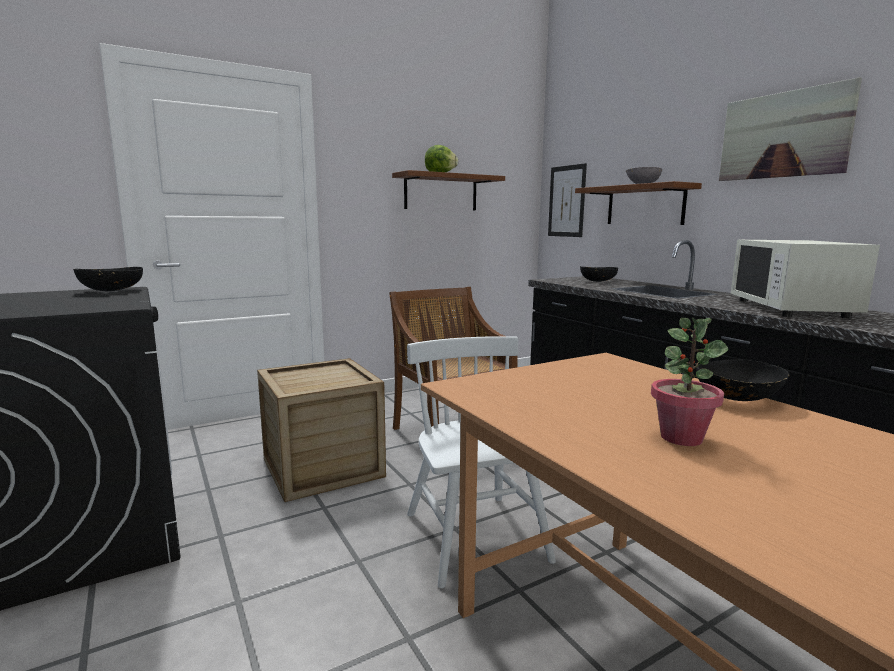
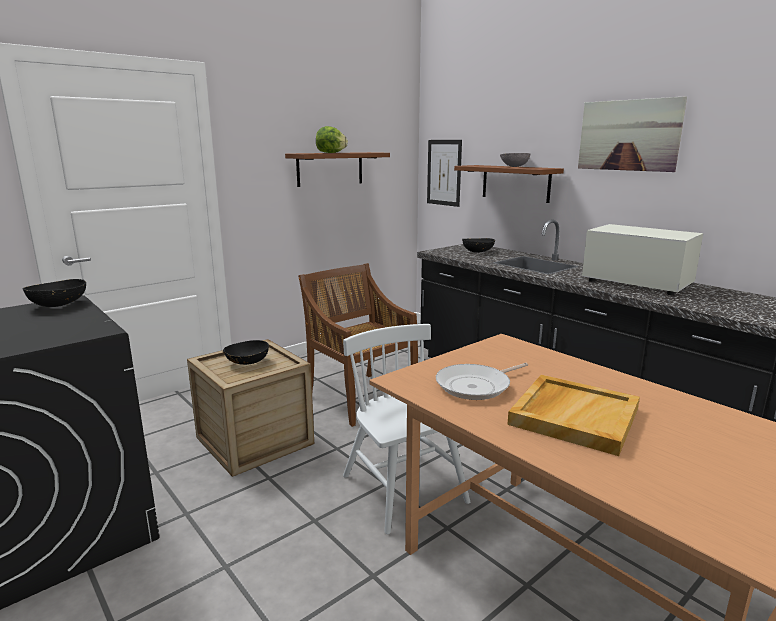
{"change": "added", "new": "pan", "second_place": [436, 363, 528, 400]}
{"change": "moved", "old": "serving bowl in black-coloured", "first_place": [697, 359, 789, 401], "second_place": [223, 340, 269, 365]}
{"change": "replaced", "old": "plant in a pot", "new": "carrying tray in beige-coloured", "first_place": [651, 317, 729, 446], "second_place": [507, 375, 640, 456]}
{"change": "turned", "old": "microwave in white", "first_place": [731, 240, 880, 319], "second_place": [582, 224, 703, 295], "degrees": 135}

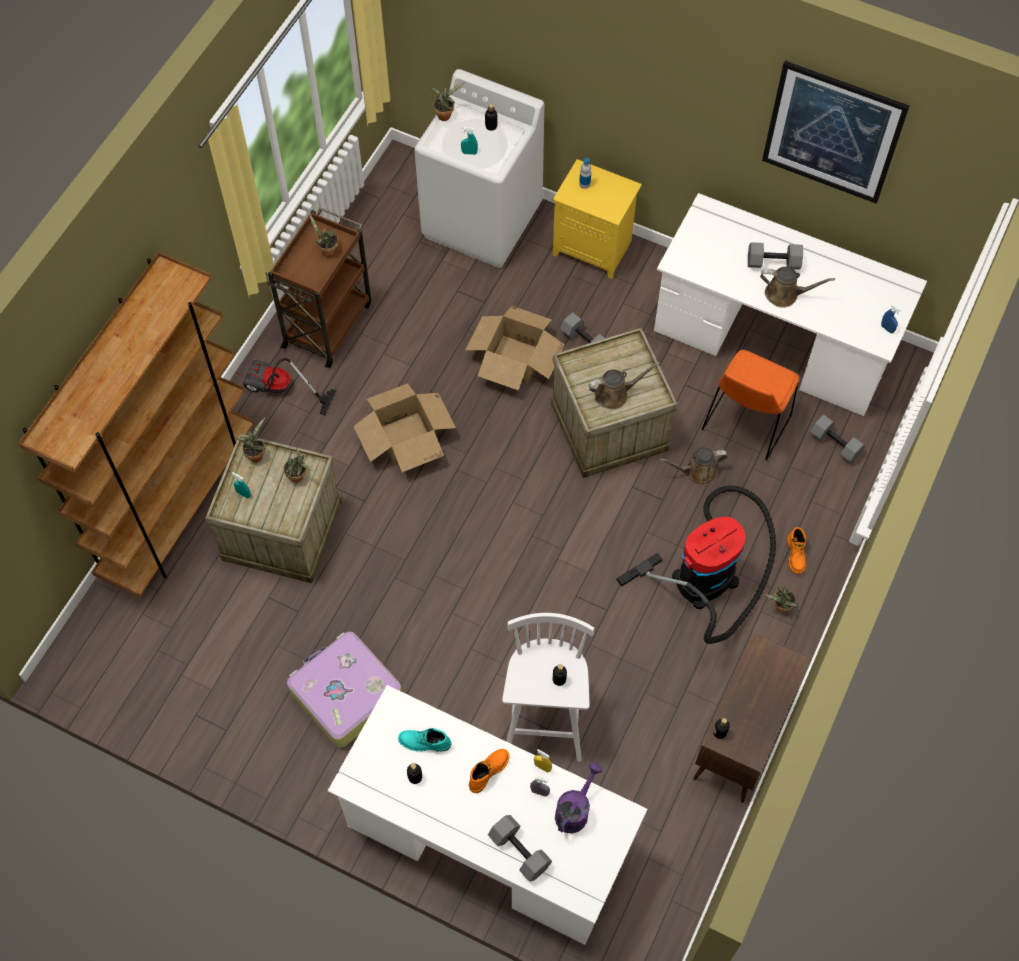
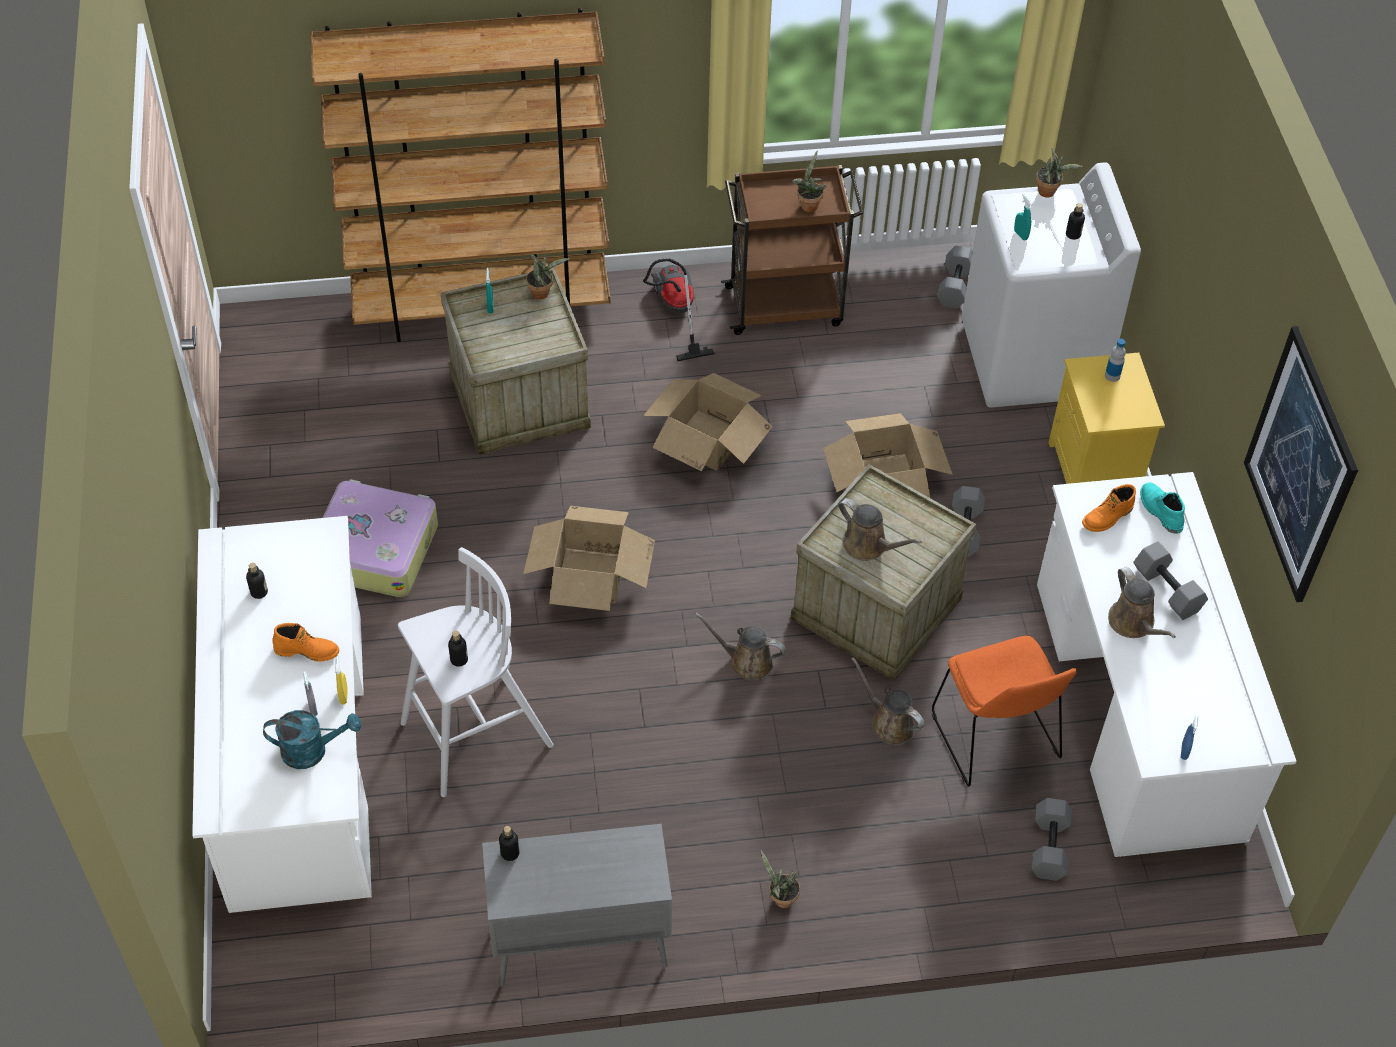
{"change": "removed", "old": "plant in a pot", "first_place": [284, 446, 313, 483]}
{"change": "removed", "old": "vacuum cleaner", "first_place": [617, 486, 776, 644]}
{"change": "added", "new": "cardboard box", "second_place": [523, 506, 655, 611]}
{"change": "added", "new": "sprinkling can in brown", "second_place": [695, 613, 786, 681]}
{"change": "moved", "old": "tall boot in blue-green", "first_place": [398, 728, 451, 751], "second_place": [1140, 482, 1185, 534]}
{"change": "moved", "old": "dumbbell in grey", "first_place": [488, 815, 552, 882], "second_place": [937, 246, 973, 308]}
{"change": "moved", "old": "tall boot in orange", "first_place": [787, 527, 806, 574], "second_place": [1082, 484, 1136, 532]}
{"change": "recoloured", "old": "sprinkling can in purple", "new": "sprinkling can in blue-green", "first_place": [555, 763, 603, 833], "second_place": [263, 710, 361, 769]}
{"change": "recoloured", "old": "storage cabinet in brown", "new": "storage cabinet in grey", "first_place": [693, 633, 810, 803], "second_place": [482, 824, 672, 986]}
{"change": "turned", "old": "plain chair in orange", "first_place": [702, 350, 799, 461], "second_place": [932, 636, 1077, 786], "degrees": -105}

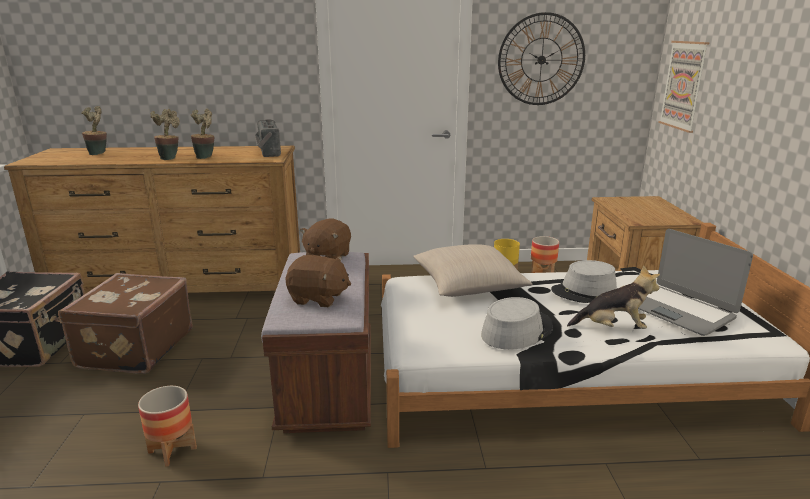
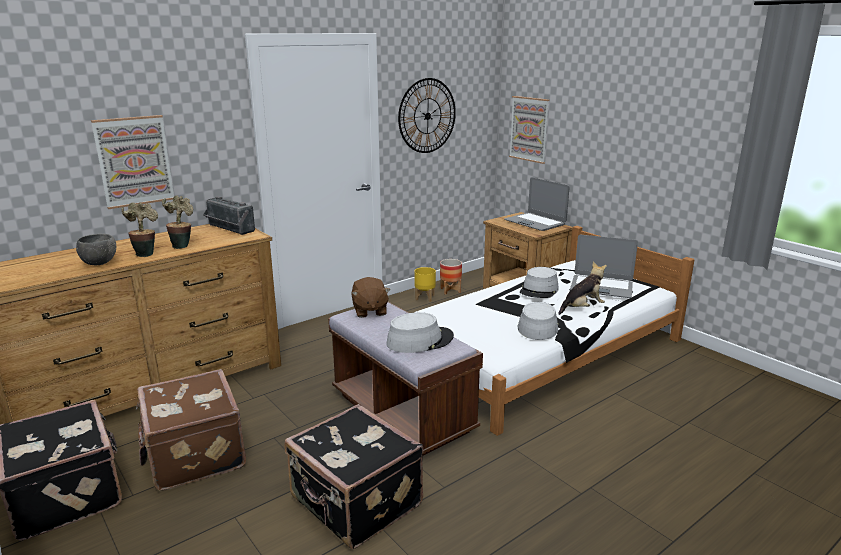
{"change": "removed", "old": "plant in a pot", "first_place": [81, 106, 107, 155]}
{"change": "removed", "old": "cushion in beige-coloured", "first_place": [413, 244, 533, 297]}
{"change": "added", "new": "serving bowl in grey", "second_place": [76, 234, 116, 265]}
{"change": "added", "new": "wall picture", "second_place": [91, 115, 174, 209]}
{"change": "added", "new": "notebook computer", "second_place": [504, 177, 570, 231]}
{"change": "replaced", "old": "flower pot", "new": "travel case in black-coloured", "first_place": [138, 386, 197, 467], "second_place": [284, 404, 423, 549]}
{"change": "replaced", "old": "cuddly toy in brown", "new": "hat in grey", "first_place": [285, 255, 351, 307], "second_place": [386, 312, 454, 353]}

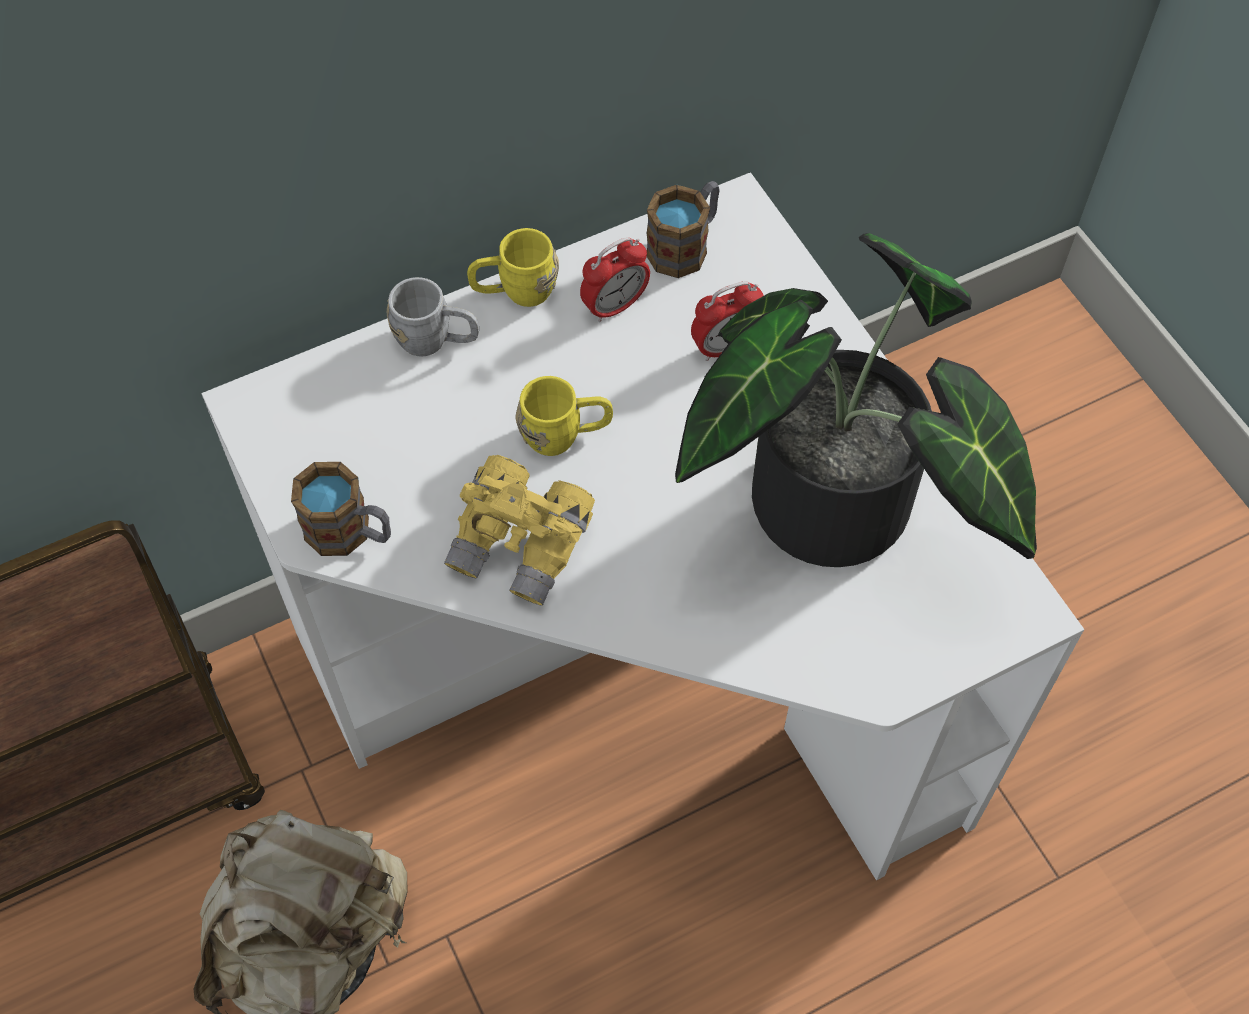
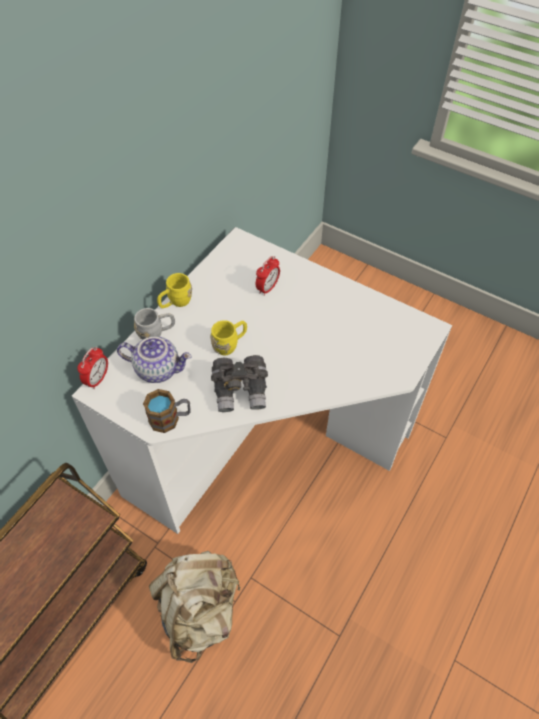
{"change": "removed", "old": "tea mug", "first_place": [647, 181, 720, 278]}
{"change": "removed", "old": "plant in a pot", "first_place": [675, 233, 1037, 567]}
{"change": "added", "new": "tea pot", "second_place": [117, 336, 192, 383]}
{"change": "moved", "old": "table clock", "first_place": [580, 237, 650, 322], "second_place": [77, 347, 108, 389]}
{"change": "recoloured", "old": "field glasses in yellow-coloured", "new": "field glasses in grey", "first_place": [444, 455, 595, 606], "second_place": [211, 355, 268, 412]}

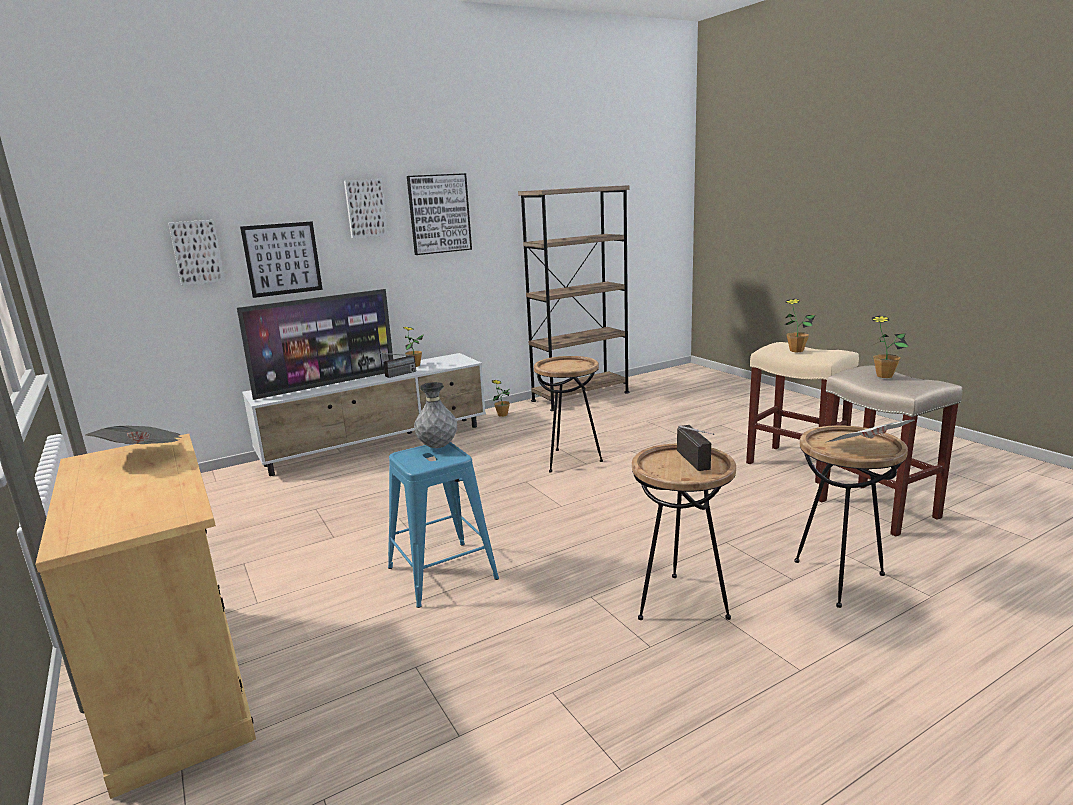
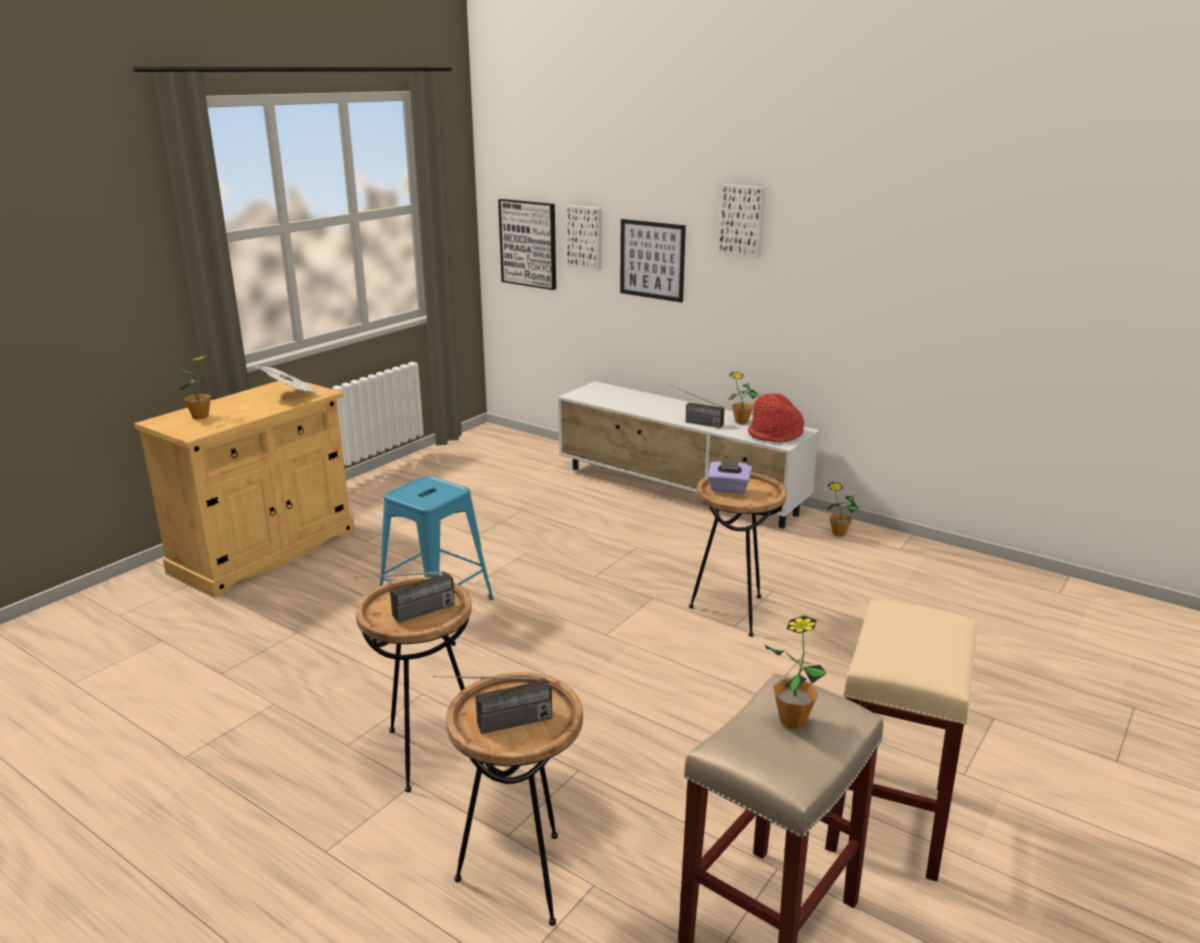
{"change": "removed", "old": "TV", "first_place": [237, 289, 393, 400]}
{"change": "removed", "old": "flower vase in grey", "first_place": [414, 382, 457, 448]}
{"change": "removed", "old": "bookcase in brown", "first_place": [518, 185, 630, 411]}
{"change": "added", "new": "tissue box in purple", "second_place": [707, 460, 752, 493]}
{"change": "added", "new": "hat in red-coloured", "second_place": [748, 393, 804, 442]}
{"change": "moved", "old": "wall picture", "first_place": [407, 173, 472, 255], "second_place": [498, 199, 556, 290]}
{"change": "moved", "old": "plant in a pot", "first_place": [785, 299, 815, 352], "second_place": [179, 355, 211, 419]}
{"change": "replaced", "old": "printed paper", "new": "radio", "first_place": [828, 420, 915, 442], "second_place": [433, 676, 552, 734]}

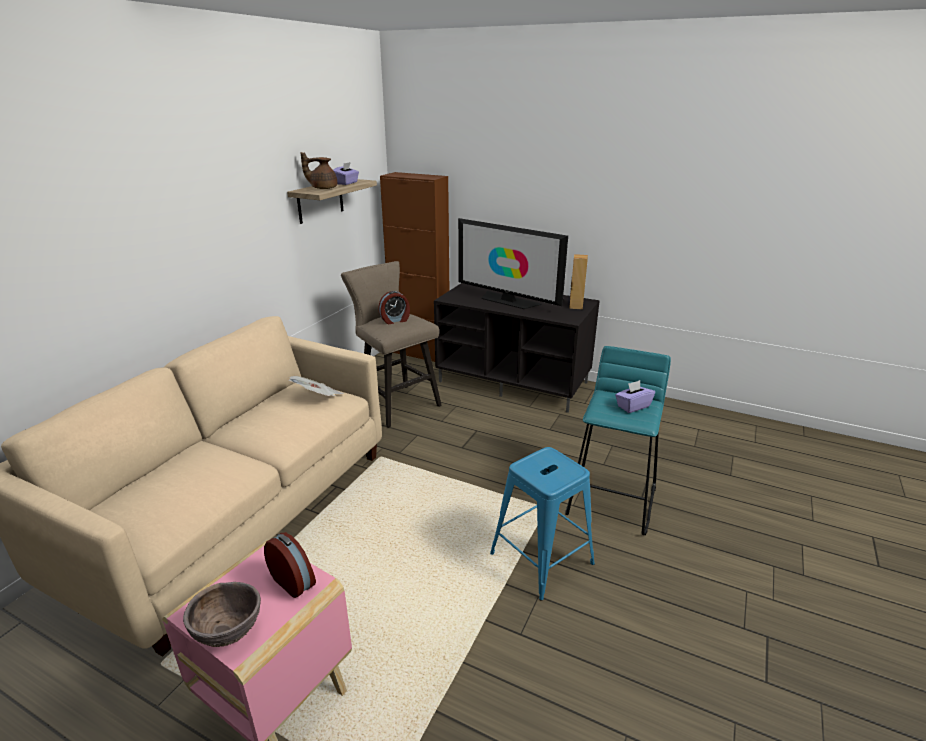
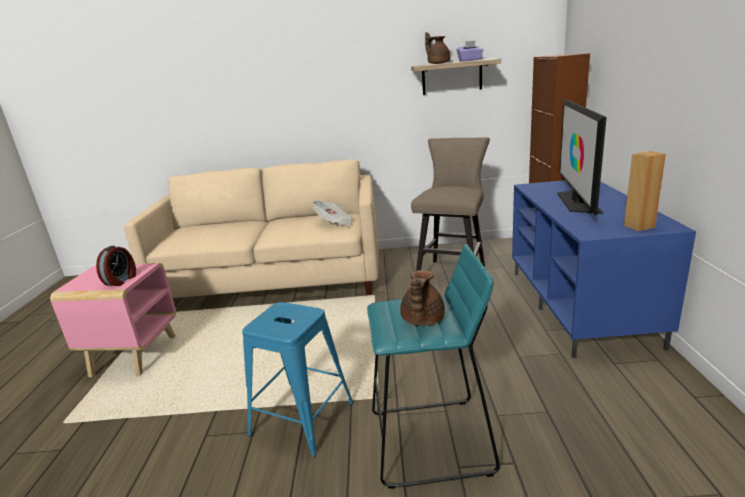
{"change": "removed", "old": "serving bowl in brown", "first_place": [183, 582, 261, 647]}
{"change": "removed", "old": "table clock", "first_place": [378, 291, 410, 324]}
{"change": "replaced", "old": "tissue box in purple", "new": "tea pot in brown", "first_place": [615, 380, 655, 413], "second_place": [400, 270, 445, 326]}
{"change": "recoloured", "old": "tv stand in black-coloured", "new": "tv stand in blue", "first_place": [434, 283, 600, 413], "second_place": [512, 180, 696, 358]}

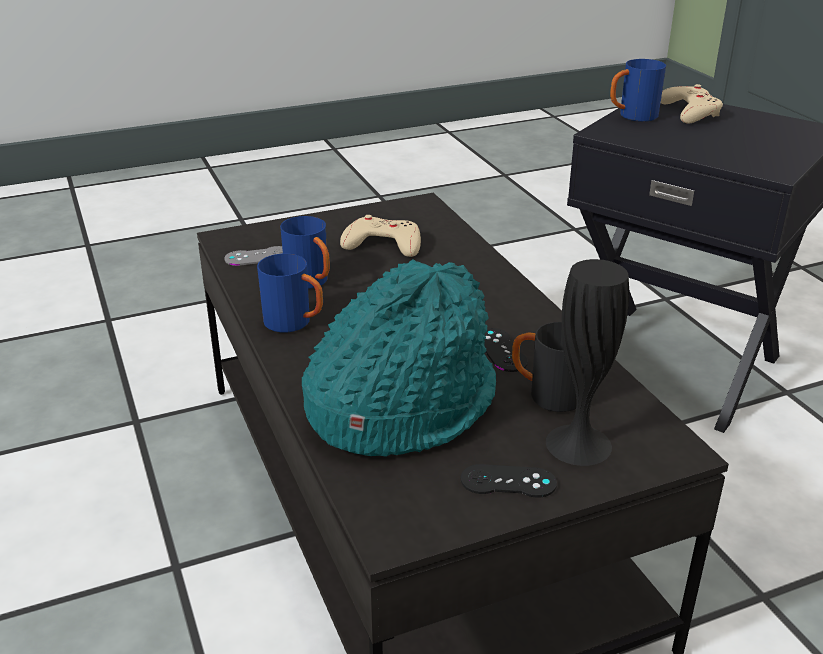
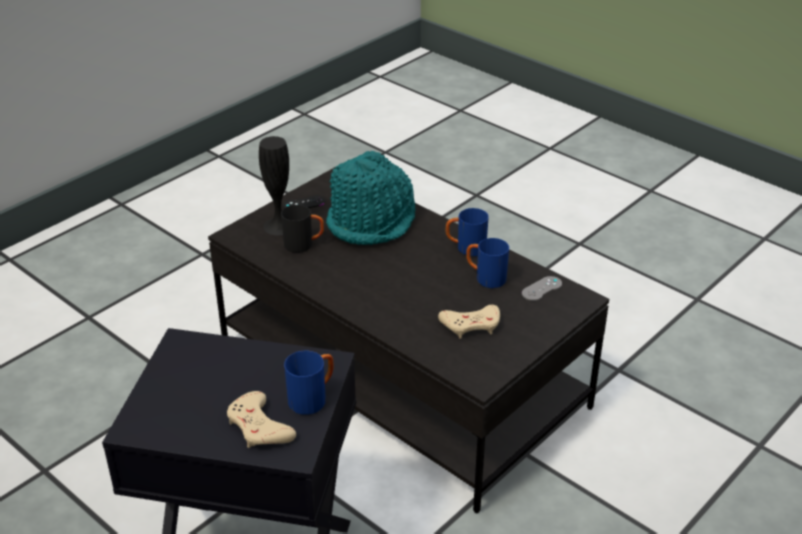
{"change": "removed", "old": "game controller in black-coloured", "first_place": [485, 328, 528, 372]}

